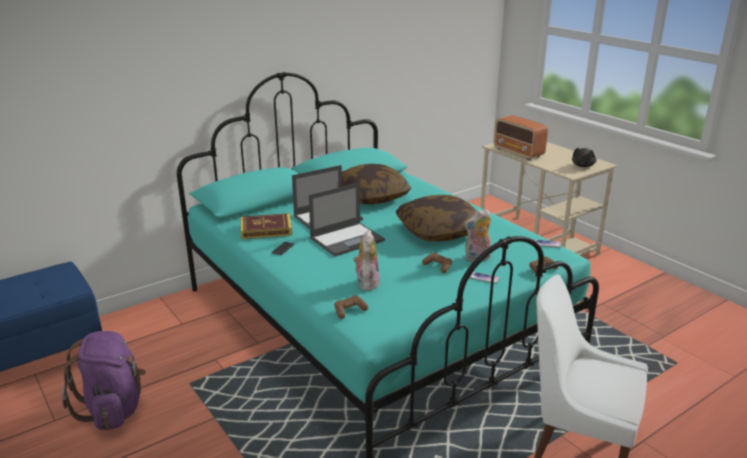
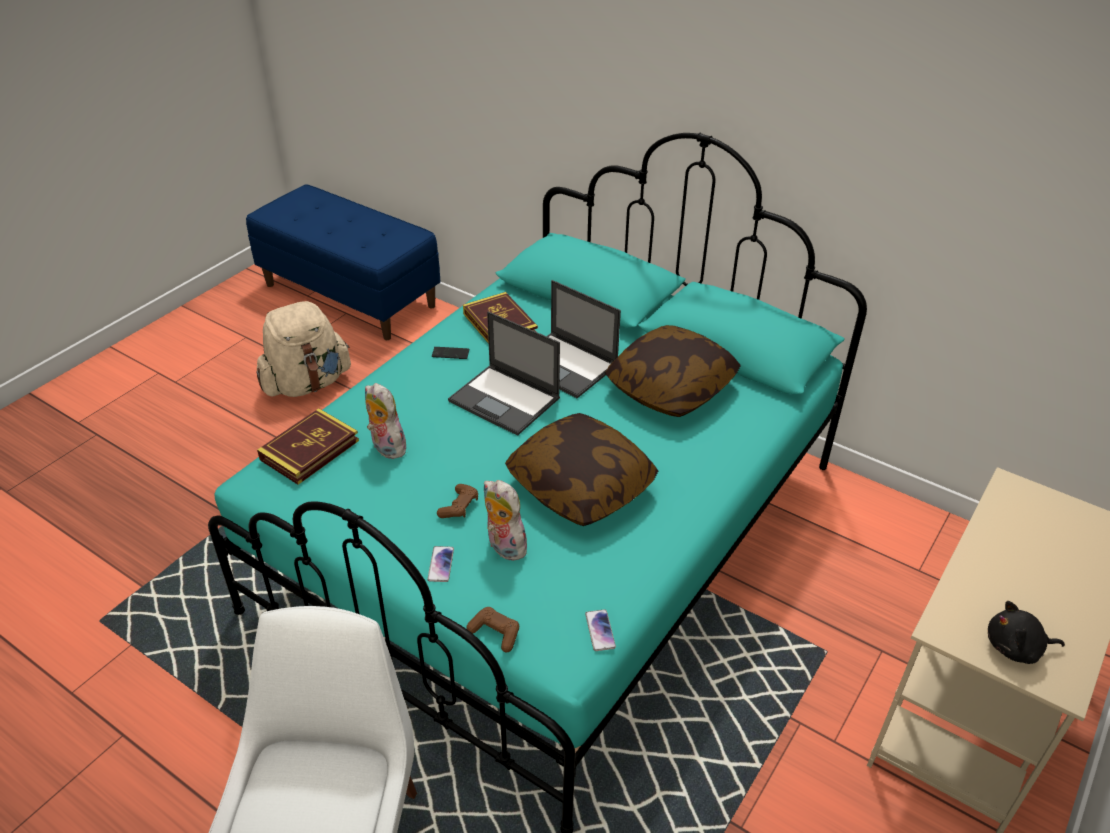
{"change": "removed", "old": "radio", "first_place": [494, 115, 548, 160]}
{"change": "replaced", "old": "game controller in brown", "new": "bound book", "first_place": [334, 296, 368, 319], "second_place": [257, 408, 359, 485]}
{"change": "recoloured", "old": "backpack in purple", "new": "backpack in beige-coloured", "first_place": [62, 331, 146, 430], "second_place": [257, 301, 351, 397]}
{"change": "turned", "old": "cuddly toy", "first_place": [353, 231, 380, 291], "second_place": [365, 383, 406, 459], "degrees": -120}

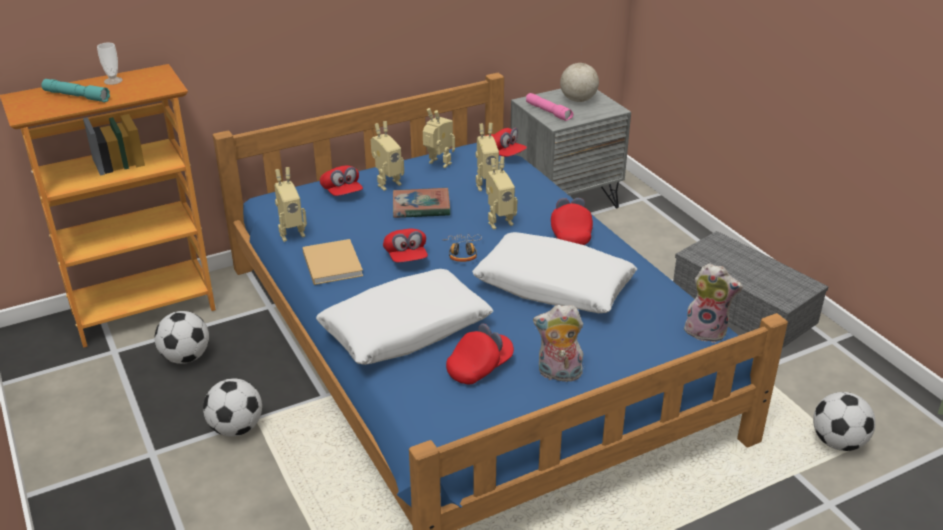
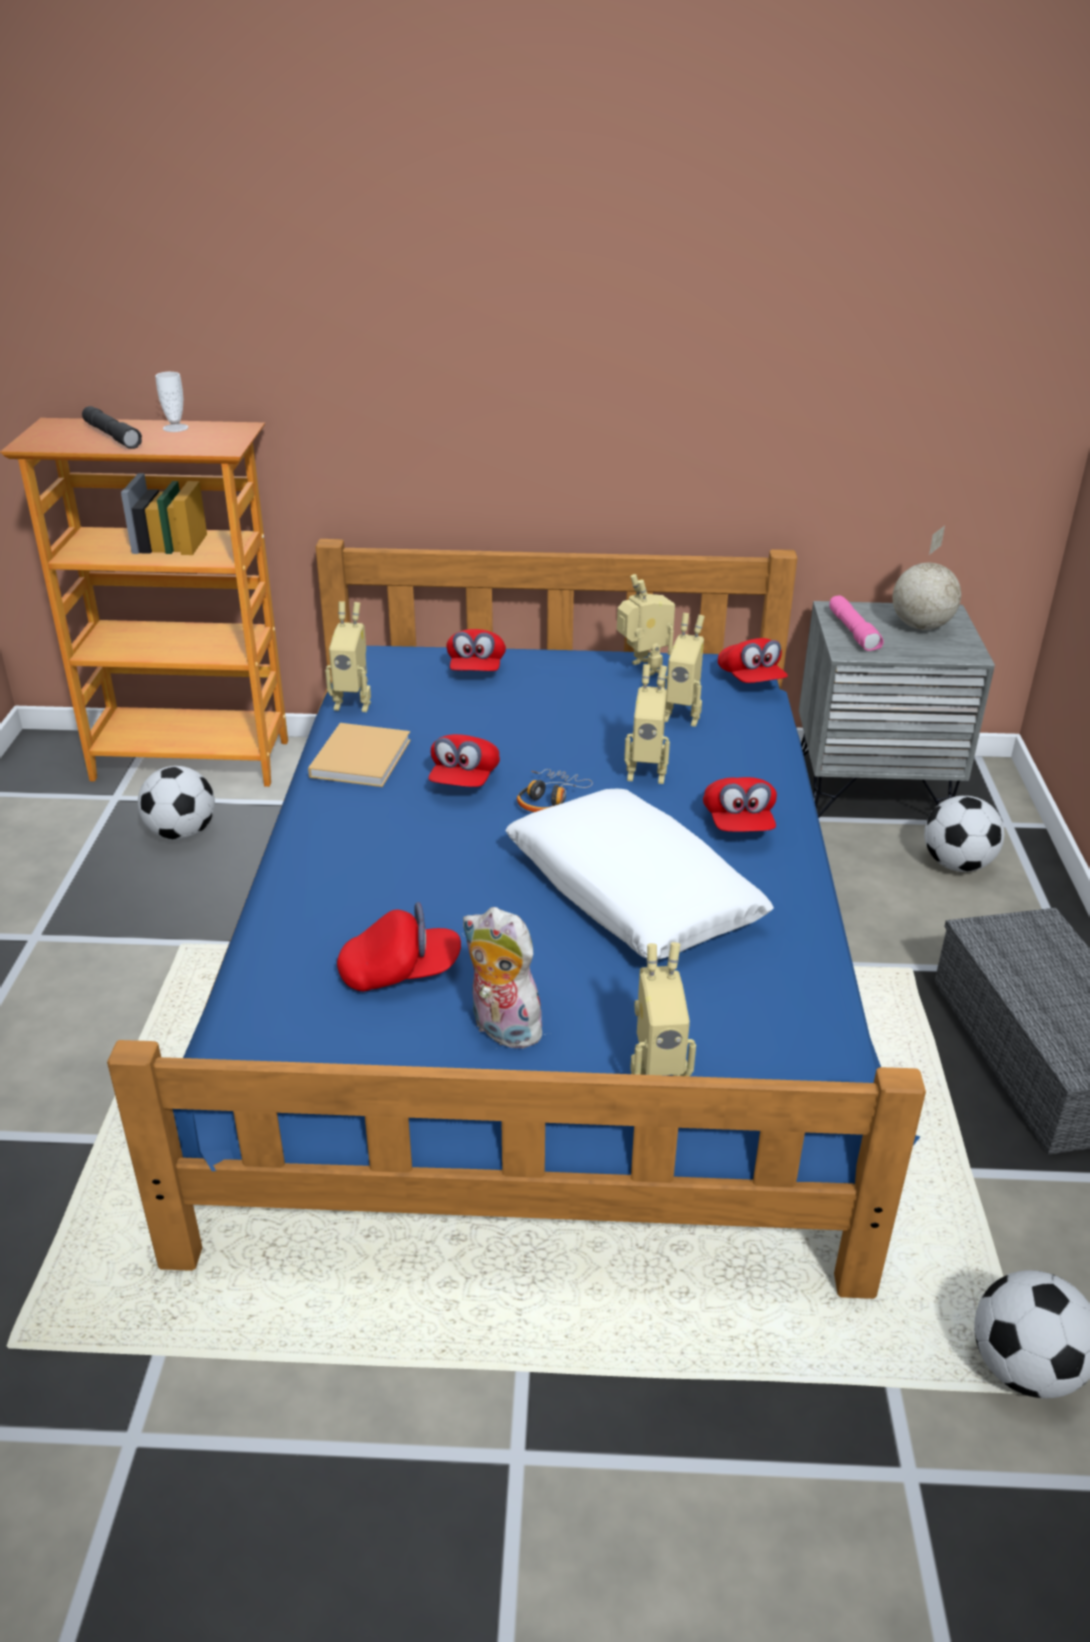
{"change": "removed", "old": "cushion in white", "first_place": [316, 269, 493, 365]}
{"change": "removed", "old": "bound book", "first_place": [393, 188, 450, 218]}
{"change": "removed", "old": "cuddly toy", "first_place": [684, 263, 743, 343]}
{"change": "moved", "old": "football ball", "first_place": [203, 378, 262, 436], "second_place": [924, 796, 1004, 872]}
{"change": "moved", "old": "toy robot", "first_place": [371, 121, 404, 191], "second_place": [630, 942, 696, 1076]}
{"change": "recoloured", "old": "flashlight in blue-green", "new": "flashlight in grey", "first_place": [41, 79, 110, 102], "second_place": [82, 406, 142, 449]}
{"change": "turned", "old": "peaked cap in red-coloured", "first_place": [551, 198, 593, 245], "second_place": [703, 777, 777, 832], "degrees": 150}

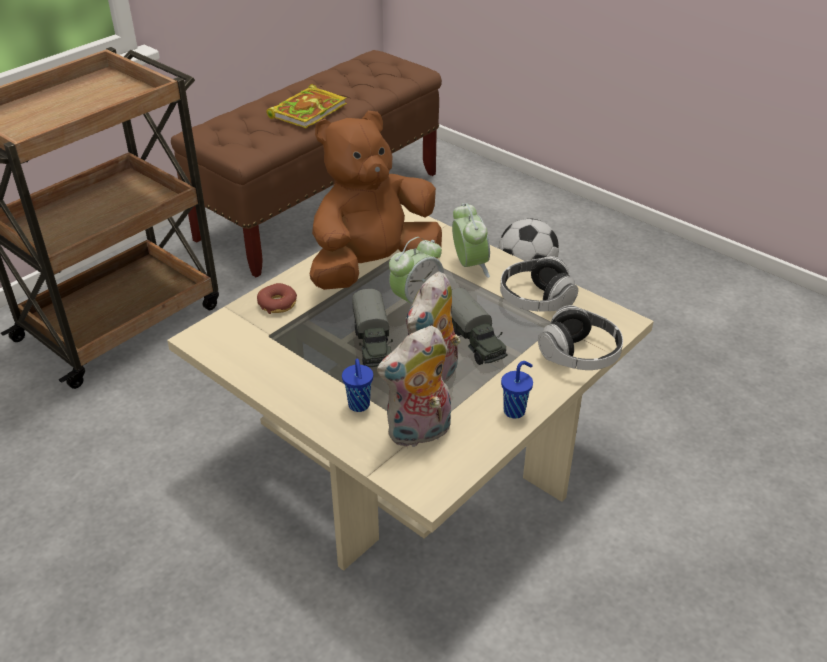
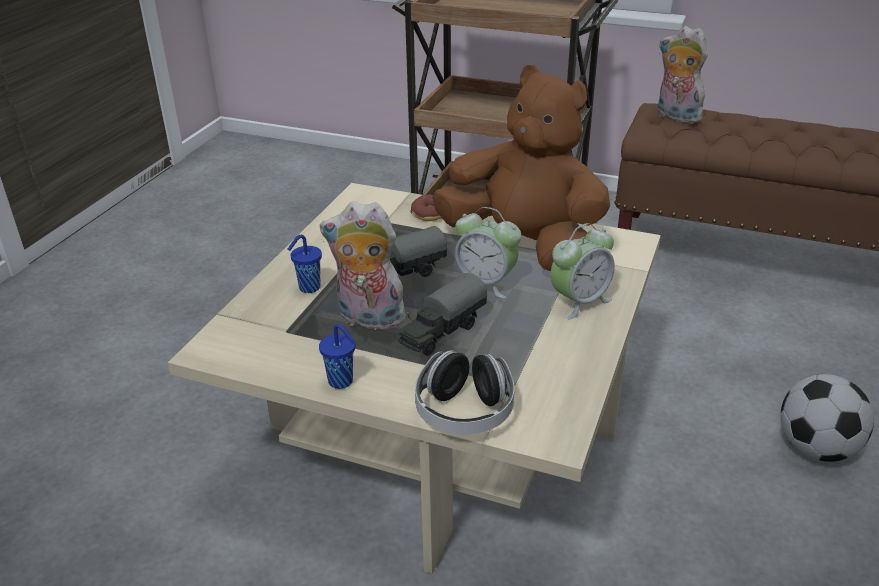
{"change": "removed", "old": "bound book", "first_place": [266, 84, 347, 128]}
{"change": "removed", "old": "headset", "first_place": [500, 256, 578, 311]}
{"change": "moved", "old": "cuddly toy", "first_place": [377, 325, 451, 448], "second_place": [658, 26, 708, 123]}

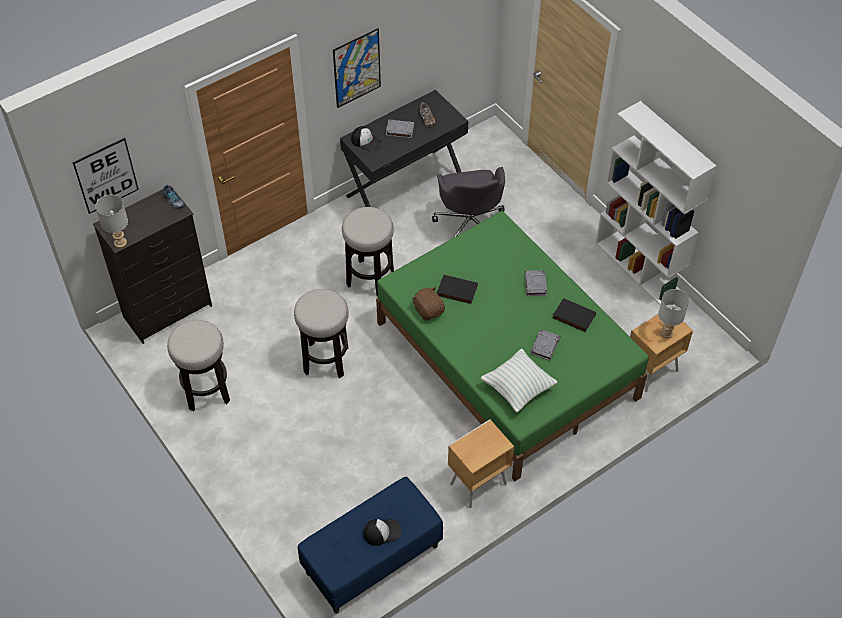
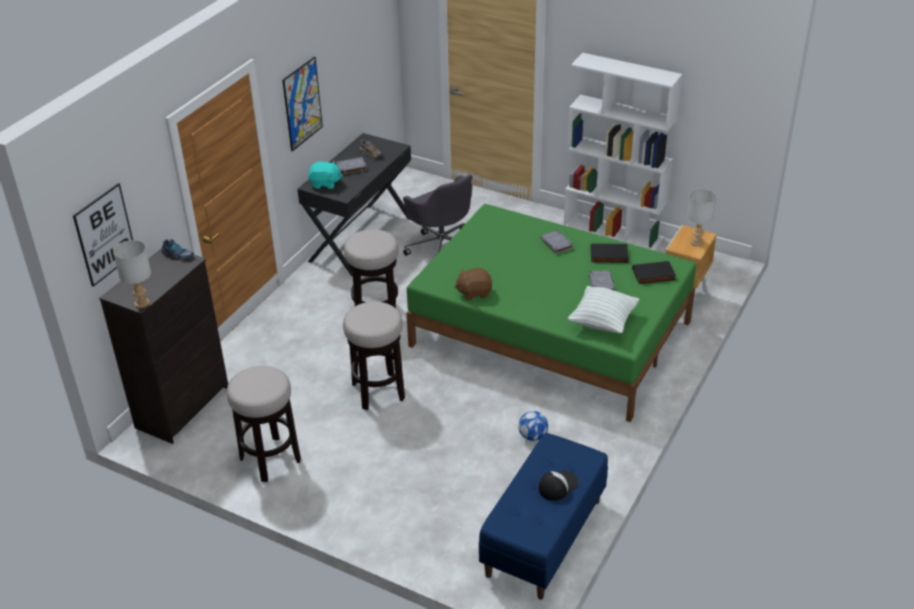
{"change": "removed", "old": "night table in brown", "first_place": [448, 419, 514, 508]}
{"change": "added", "new": "football ball", "second_place": [518, 411, 548, 441]}
{"change": "moved", "old": "bound book in black-coloured", "first_place": [437, 275, 478, 304], "second_place": [632, 261, 676, 284]}
{"change": "replaced", "old": "peaked cap", "new": "cuddly toy in blue-green", "first_place": [351, 126, 382, 152], "second_place": [308, 161, 343, 189]}
{"change": "turned", "old": "cuddly toy in brown", "first_place": [412, 287, 445, 321], "second_place": [454, 268, 492, 300], "degrees": -45}

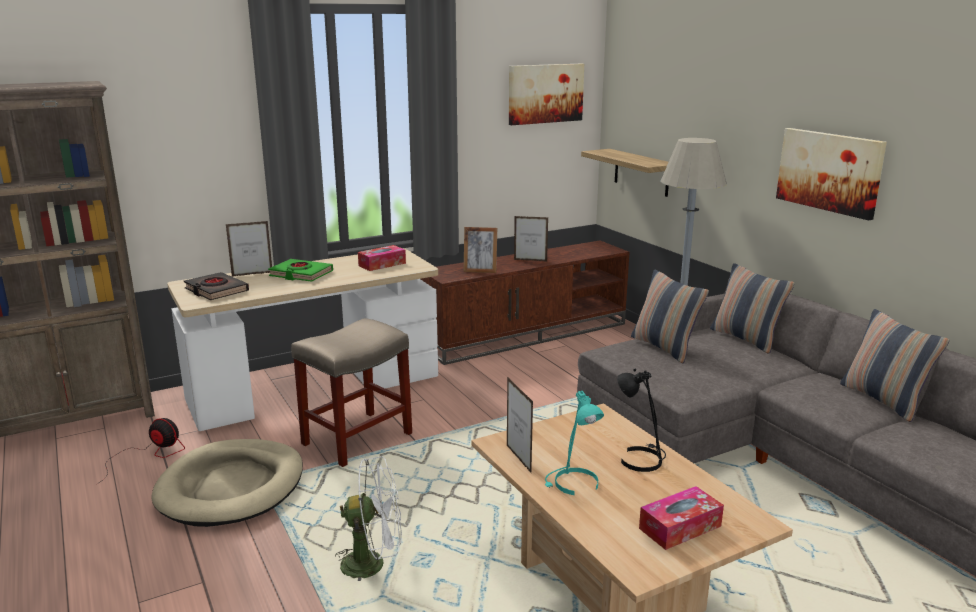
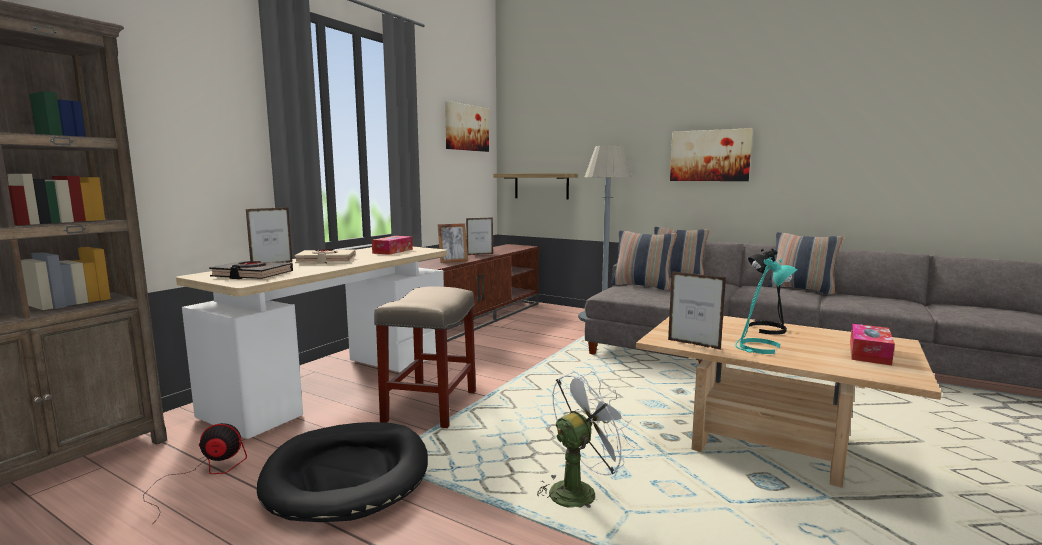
{"change": "recoloured", "old": "dog bed in beige-coloured", "new": "dog bed in black-coloured", "first_place": [151, 439, 303, 527], "second_place": [257, 422, 428, 522]}
{"change": "recoloured", "old": "bound book in green", "new": "bound book in beige-coloured", "first_place": [268, 259, 333, 282], "second_place": [294, 249, 356, 264]}

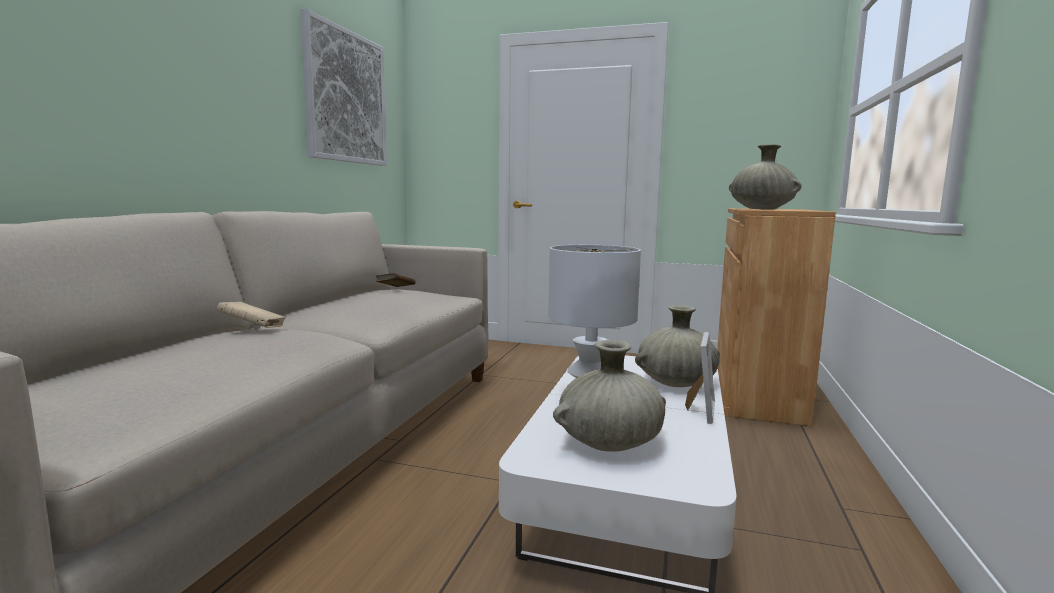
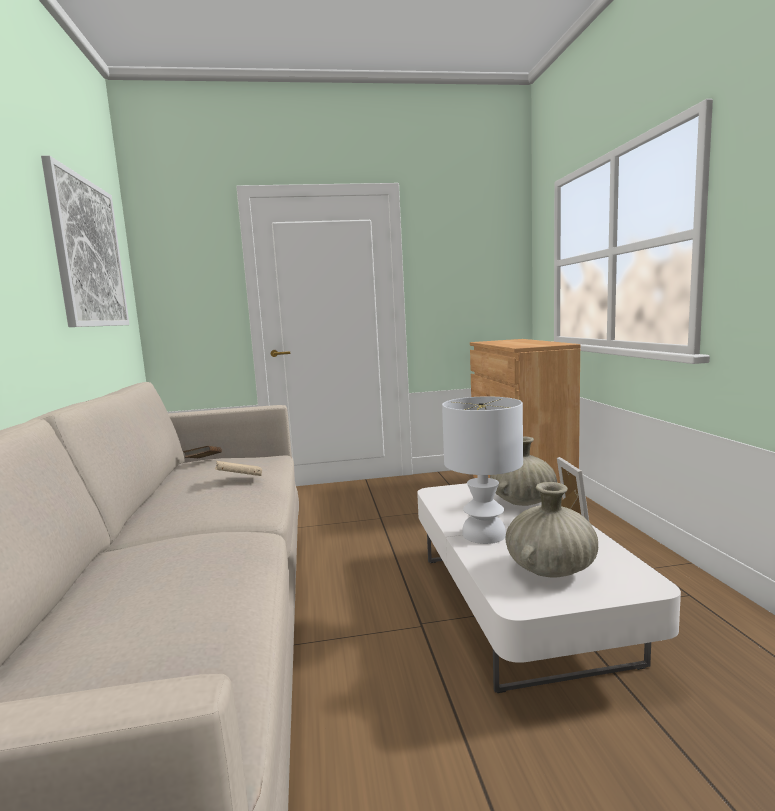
{"change": "removed", "old": "flower vase in beige-coloured", "first_place": [729, 144, 802, 210]}
{"change": "moved", "old": "bound book in beige-coloured", "first_place": [217, 302, 286, 328], "second_place": [215, 461, 262, 476]}

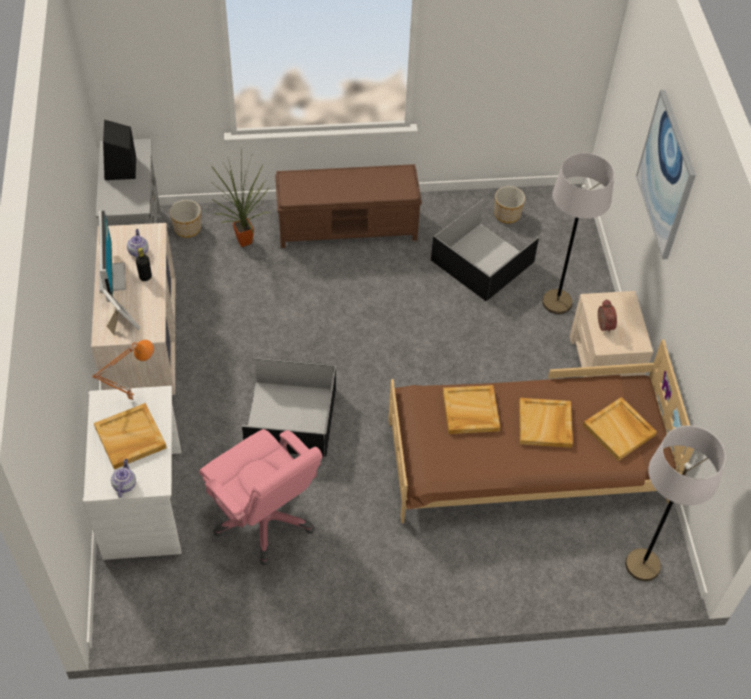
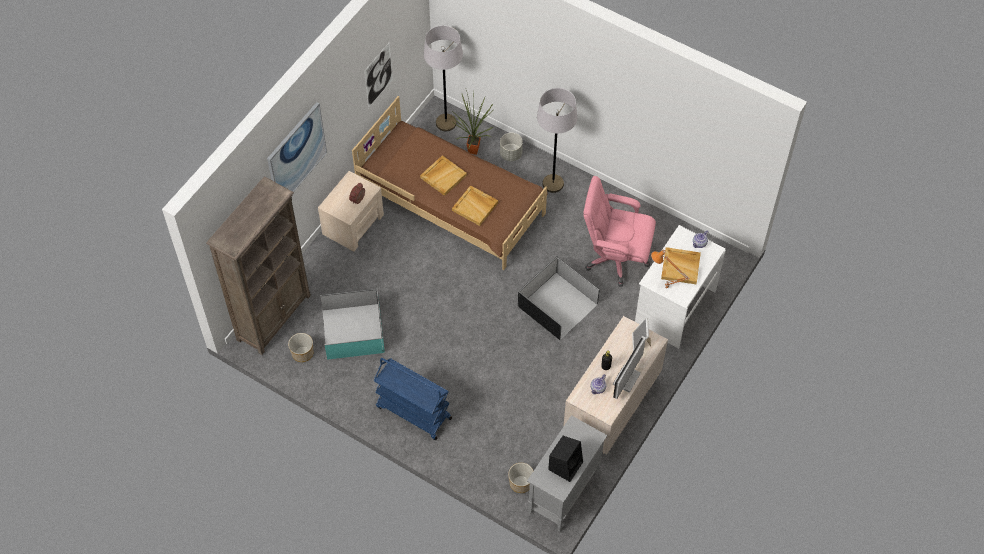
{"change": "removed", "old": "carrying tray in beige-coloured", "first_place": [583, 397, 657, 461]}
{"change": "added", "new": "bookcase in brown", "second_place": [206, 176, 311, 355]}
{"change": "added", "new": "wall picture", "second_place": [364, 42, 393, 108]}
{"change": "added", "new": "flower pot in grey", "second_place": [500, 133, 523, 161]}
{"change": "moved", "old": "plant in a pot", "first_place": [211, 153, 272, 247], "second_place": [452, 90, 494, 155]}
{"change": "moved", "old": "standard lamp in grey", "first_place": [542, 153, 614, 314], "second_place": [537, 88, 577, 193]}
{"change": "replaced", "old": "indoor bench in brown", "new": "cart in blue", "first_place": [275, 164, 422, 248], "second_place": [373, 358, 452, 440]}
{"change": "recoloured", "old": "storage container in black-coloured", "new": "storage container in blue-green", "first_place": [431, 199, 539, 301], "second_place": [320, 289, 385, 360]}
{"change": "turned", "old": "office chair in pink-coloured", "first_place": [199, 429, 322, 565], "second_place": [583, 176, 656, 287], "degrees": -75}

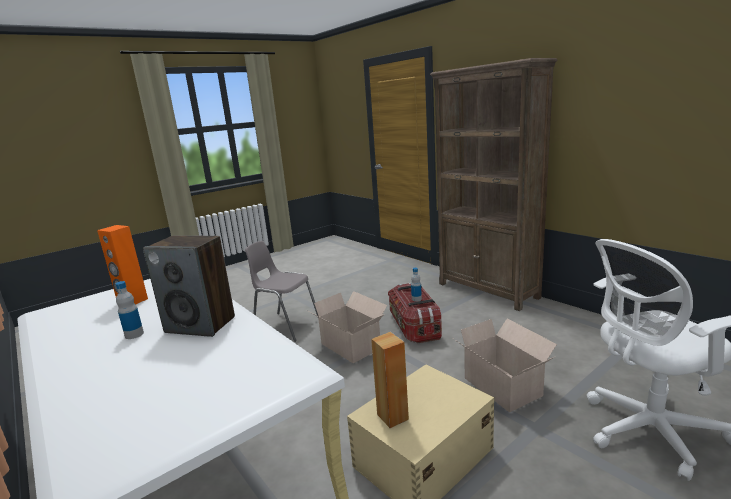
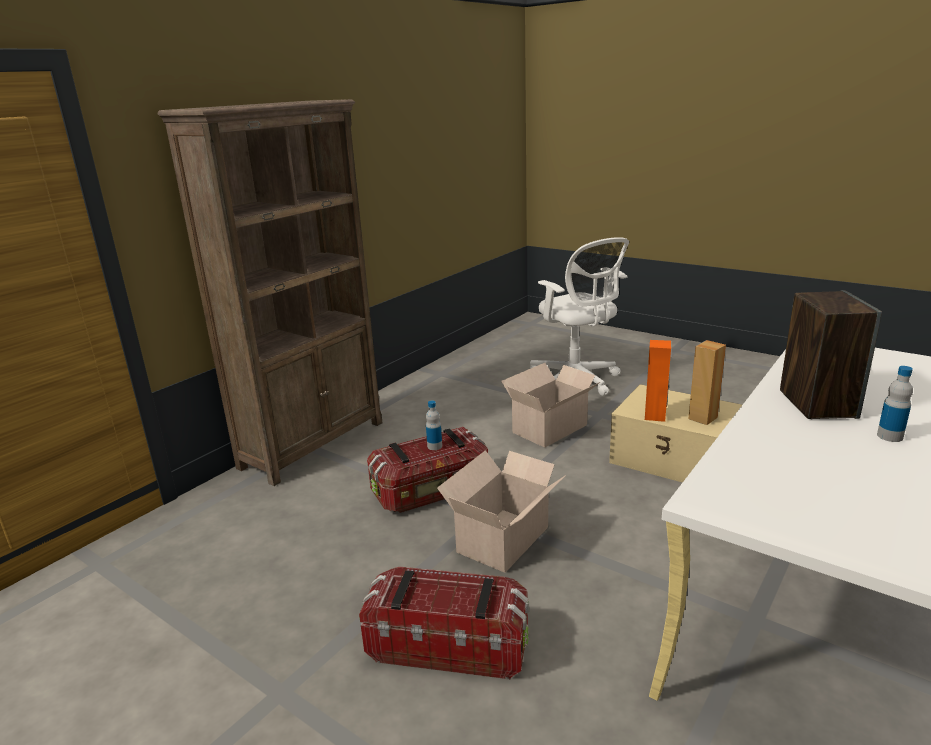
{"change": "moved", "old": "audio speaker in orange", "first_place": [97, 225, 148, 305], "second_place": [645, 340, 671, 422]}
{"change": "replaced", "old": "plain chair in grey", "new": "storage container", "first_place": [245, 241, 318, 342], "second_place": [359, 567, 529, 679]}

